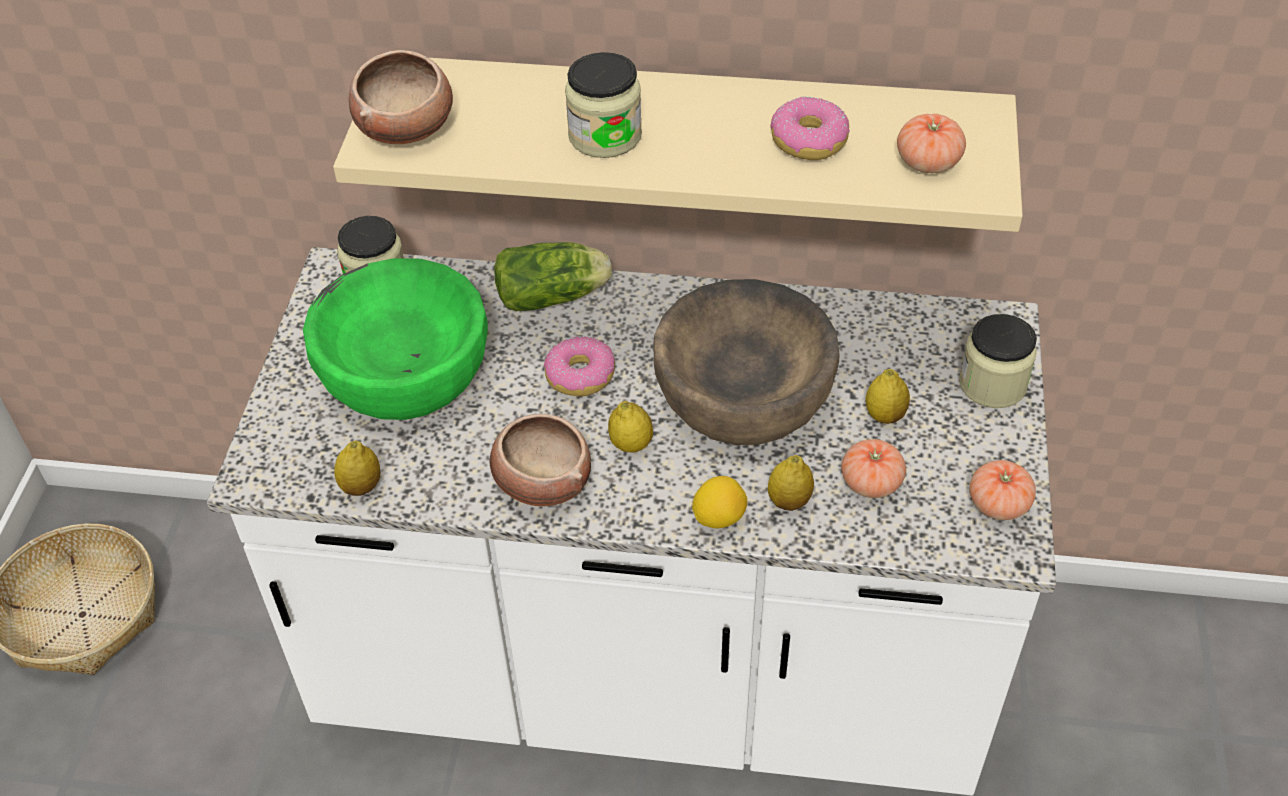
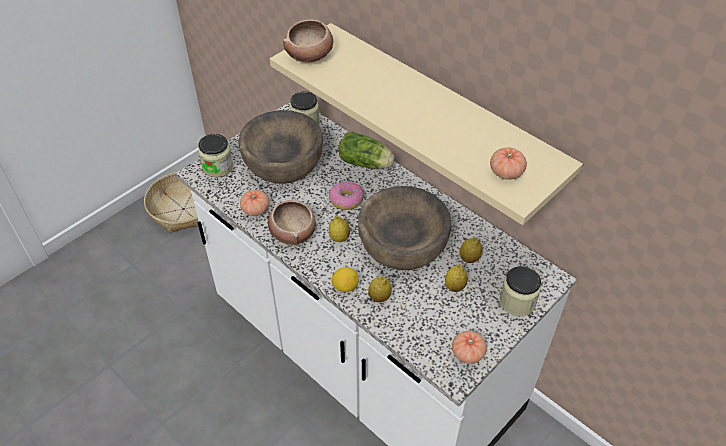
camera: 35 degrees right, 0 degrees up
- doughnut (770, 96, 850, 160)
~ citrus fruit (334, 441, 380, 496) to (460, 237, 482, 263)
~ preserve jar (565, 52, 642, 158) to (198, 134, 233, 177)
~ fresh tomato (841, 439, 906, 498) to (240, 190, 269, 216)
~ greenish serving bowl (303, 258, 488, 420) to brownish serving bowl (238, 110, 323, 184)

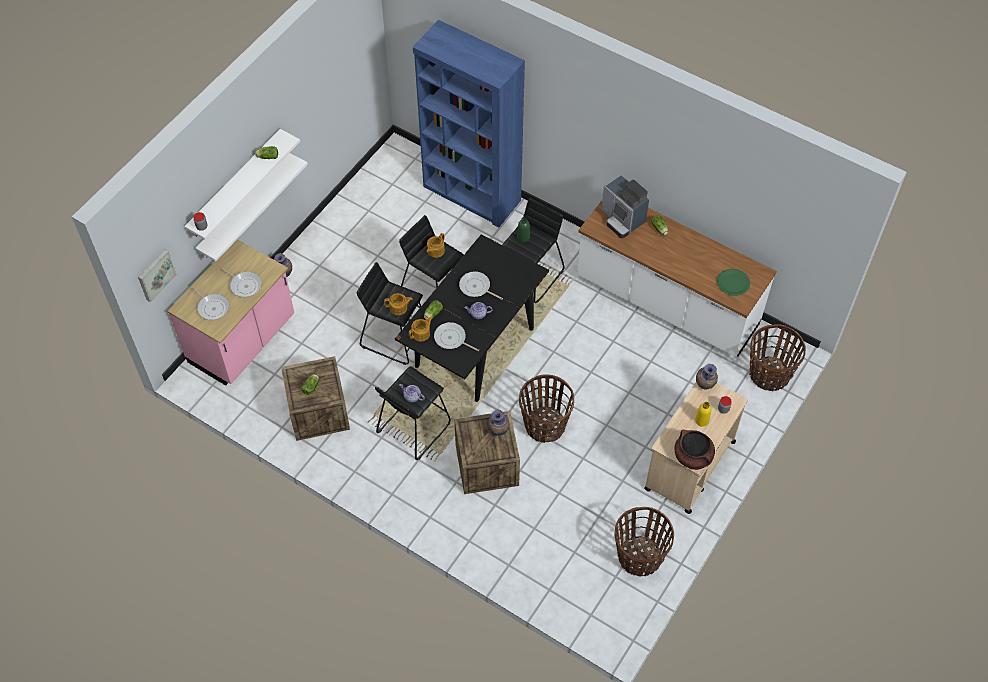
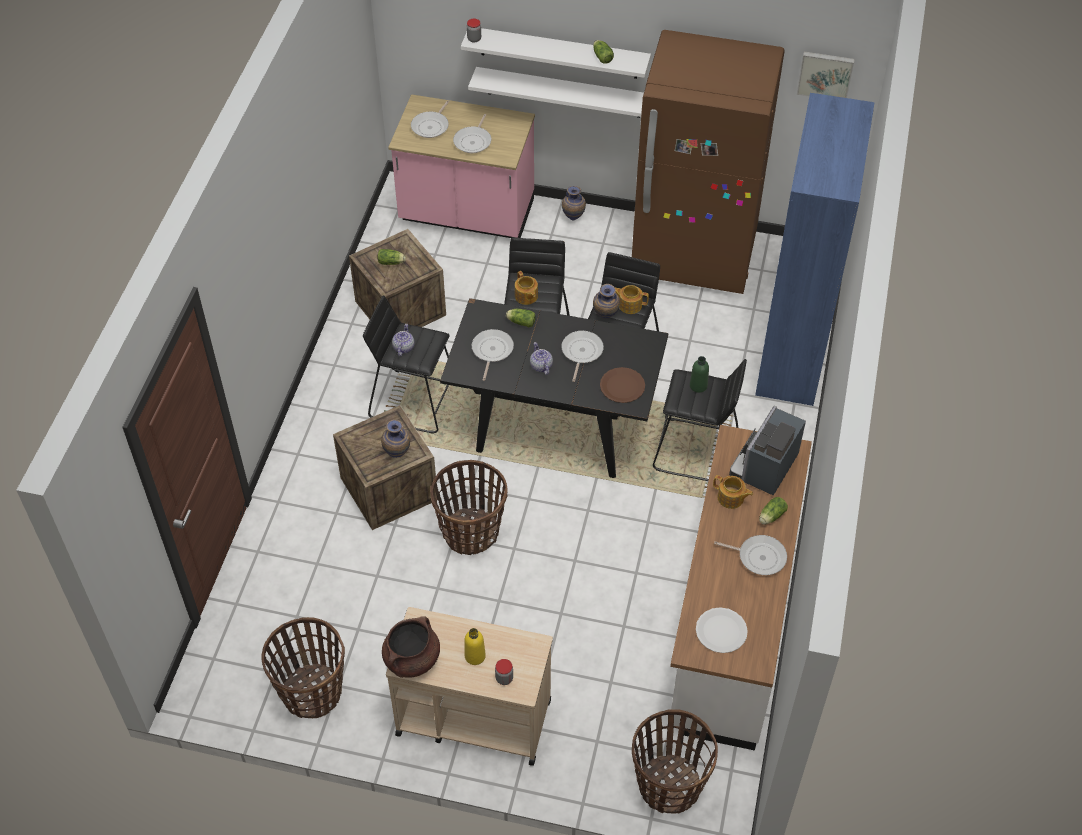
camera: 70 degrees right, 5 degrees down
+ brownish plate (600, 367, 645, 403)
+ brownish kitchen fridge (632, 30, 785, 294)
+ skillet (714, 535, 787, 575)
~ picture (138, 250, 177, 302) to (797, 52, 855, 98)
~ pot for tea (409, 317, 433, 342) to (713, 475, 753, 509)
~ decorative vase (696, 364, 718, 389) to (593, 284, 620, 318)
~ greenish plate (717, 269, 750, 296) to whitish plate (696, 607, 748, 653)

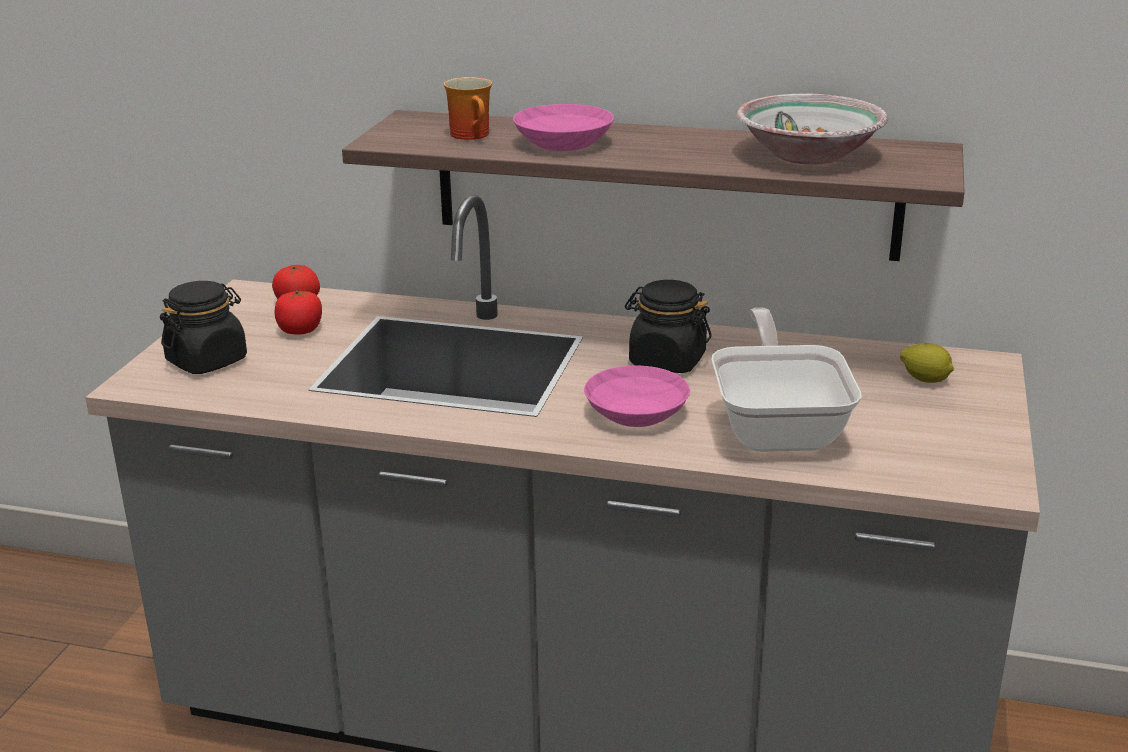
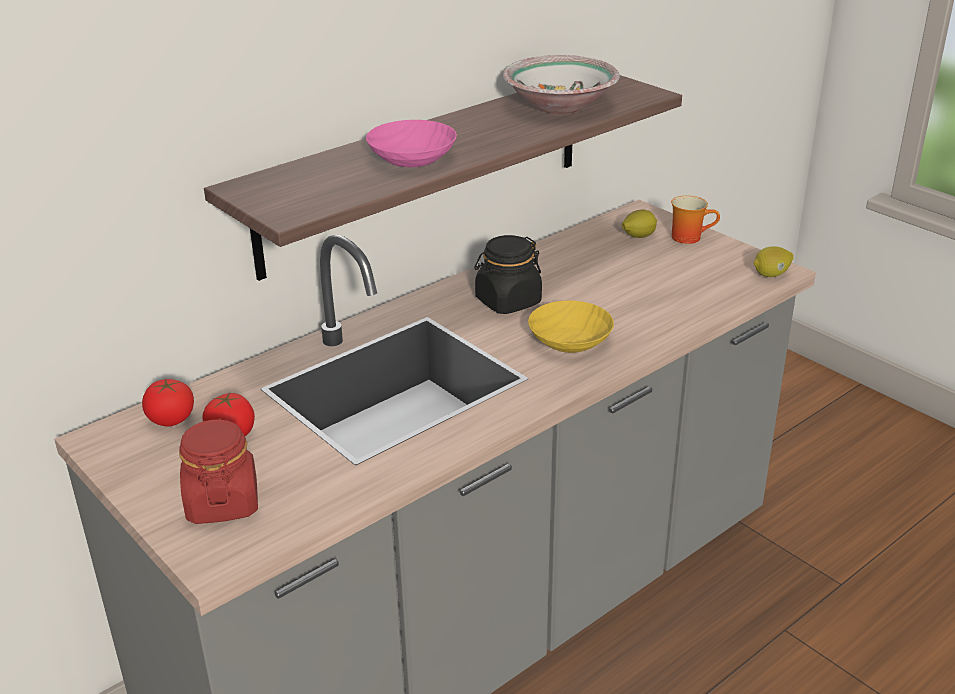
camera: 55 degrees left, 5 degrees up
- skillet (711, 307, 862, 452)
+ citrus fruit (754, 246, 794, 277)
~ mug (443, 77, 492, 140) to (671, 196, 720, 244)
~ black preserve jar (160, 281, 247, 374) to red-coloured preserve jar (179, 418, 258, 524)
~ pinkish serving bowl (584, 365, 690, 427) to yellow serving bowl (528, 301, 614, 353)

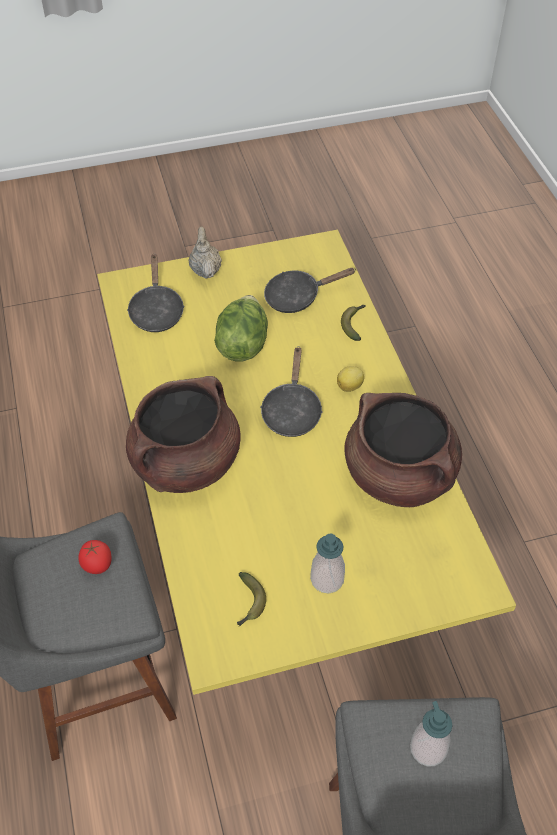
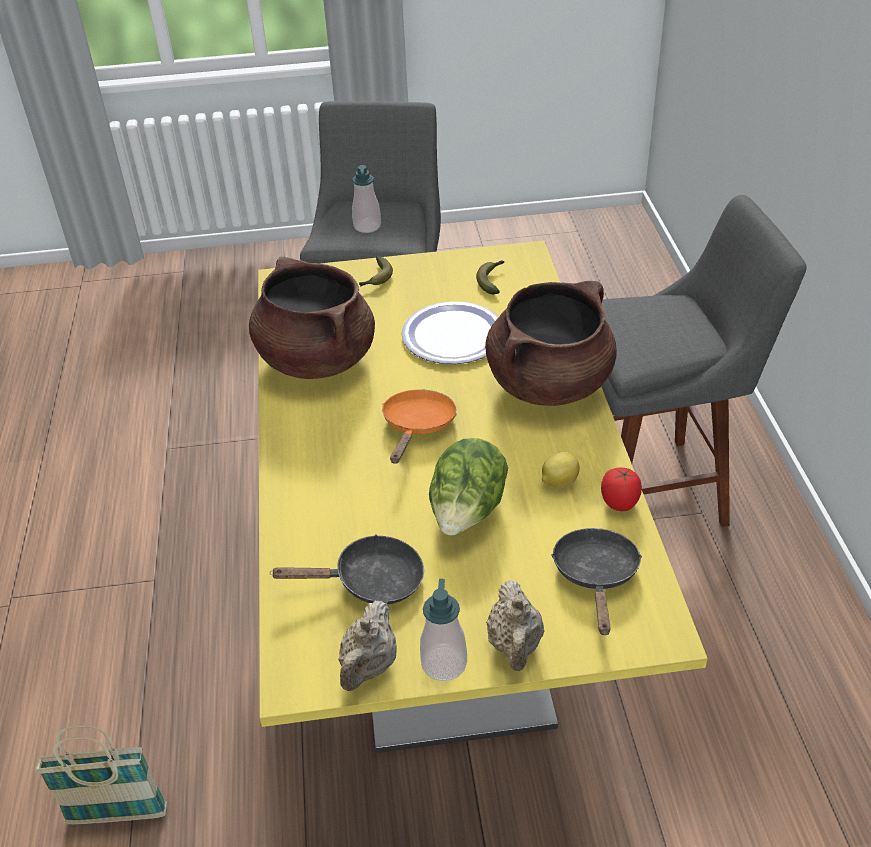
camera: 170 degrees left, 10 degrees down
+ household basket (35, 725, 167, 825)
+ beige pot for tea (338, 601, 397, 691)
+ plate (401, 301, 499, 364)
~ fresh tomato (78, 540, 112, 574) to (601, 468, 642, 511)
~ soap dispenser (310, 533, 345, 593) to (420, 579, 467, 681)
~ citrus fruit (337, 366, 364, 392) to (542, 452, 580, 488)
~ banana fruit (341, 305, 366, 341) to (359, 257, 393, 286)
~ black skillet (260, 346, 323, 437) to orangey skillet (382, 389, 457, 464)

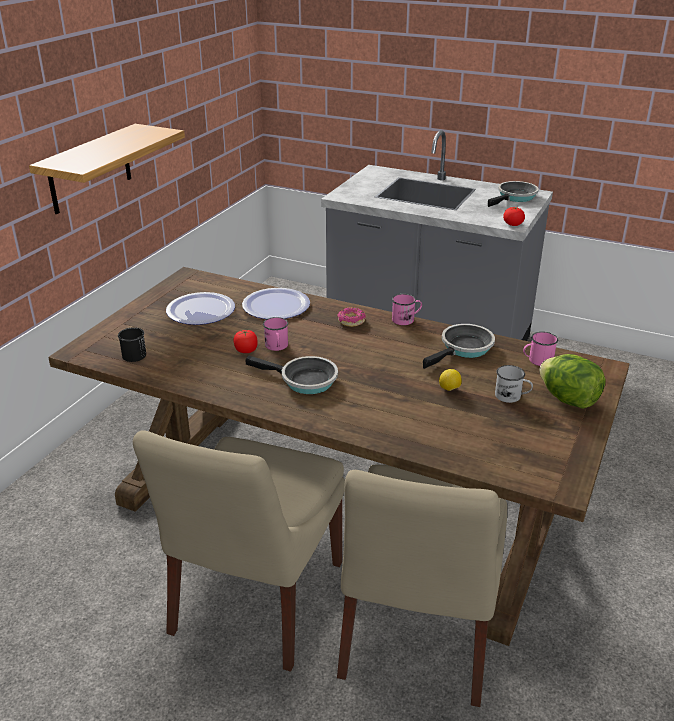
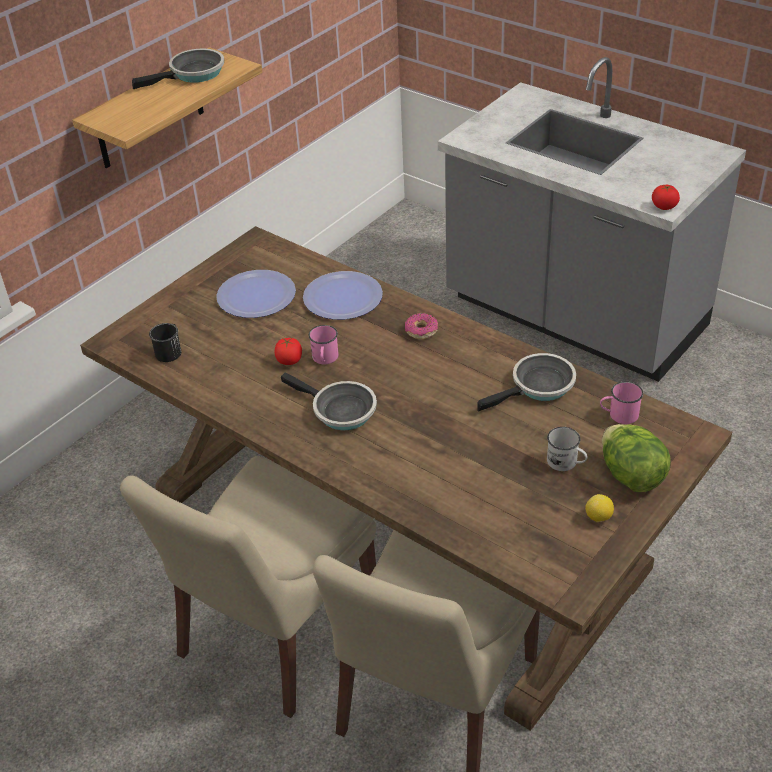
camera: 15 degrees right, 10 degrees up
- pinkish mug (392, 294, 422, 325)
~ citrus fruit (439, 369, 462, 391) to (585, 494, 614, 522)
~ skillet (488, 181, 539, 207) to (132, 49, 224, 89)

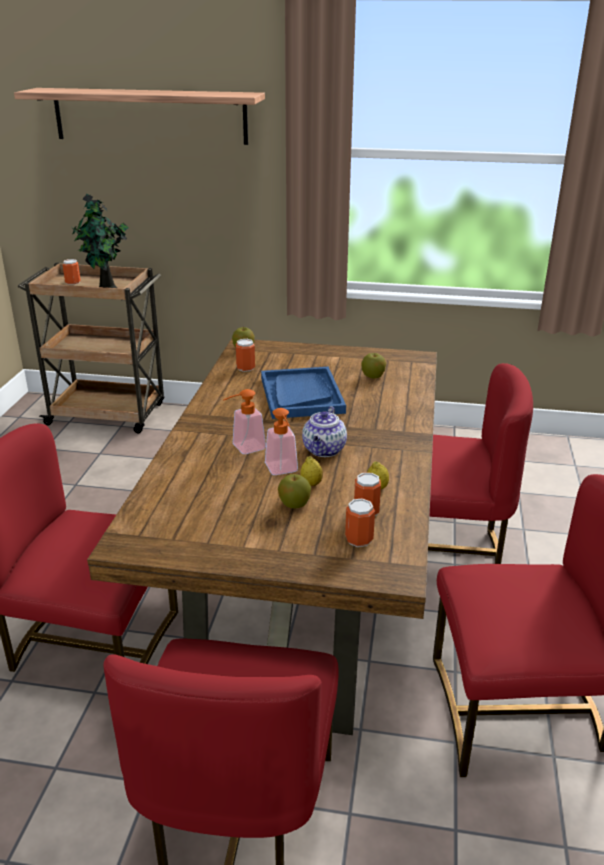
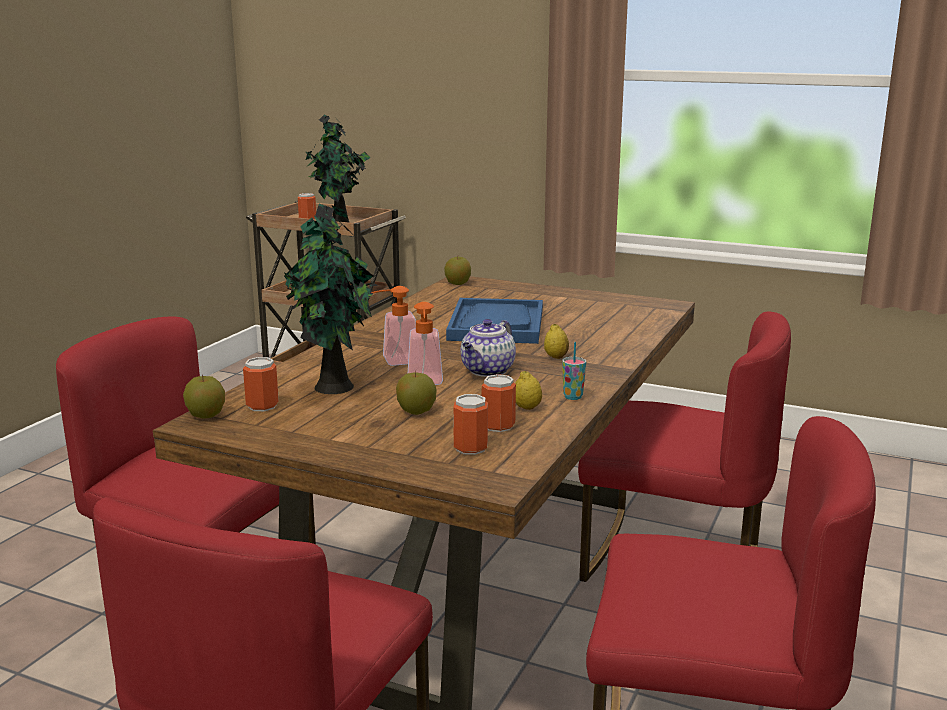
camera: 15 degrees right, 10 degrees down
- shelf (14, 88, 265, 145)
+ houseplant (284, 204, 377, 394)
+ cup (562, 342, 586, 400)
~ can (236, 339, 255, 372) to (243, 357, 279, 411)
~ citrus fruit (301, 456, 323, 486) to (544, 324, 569, 359)
~ apple (362, 352, 386, 379) to (183, 374, 225, 419)

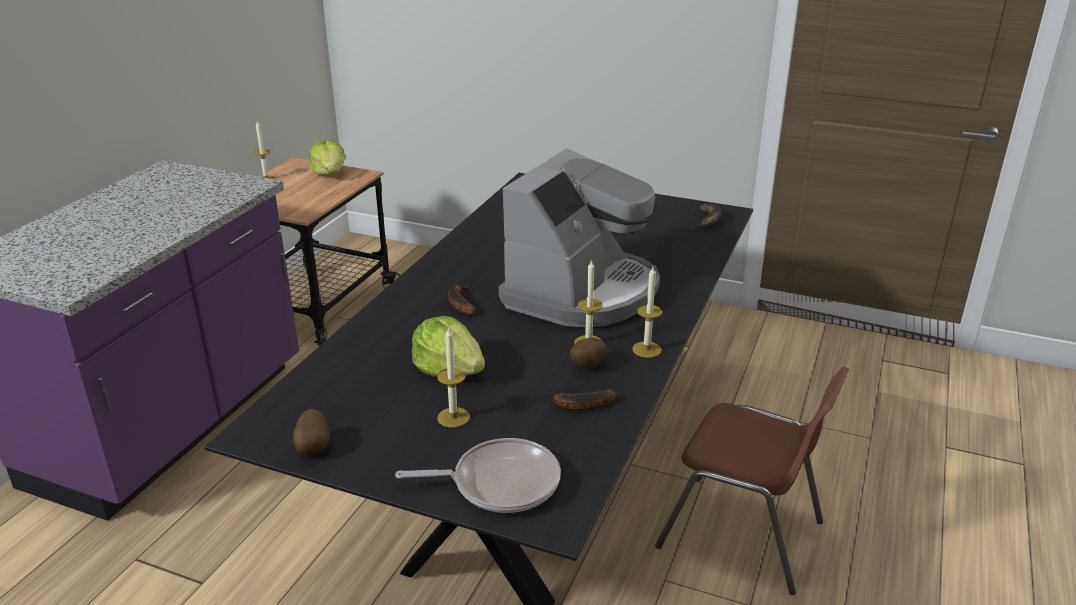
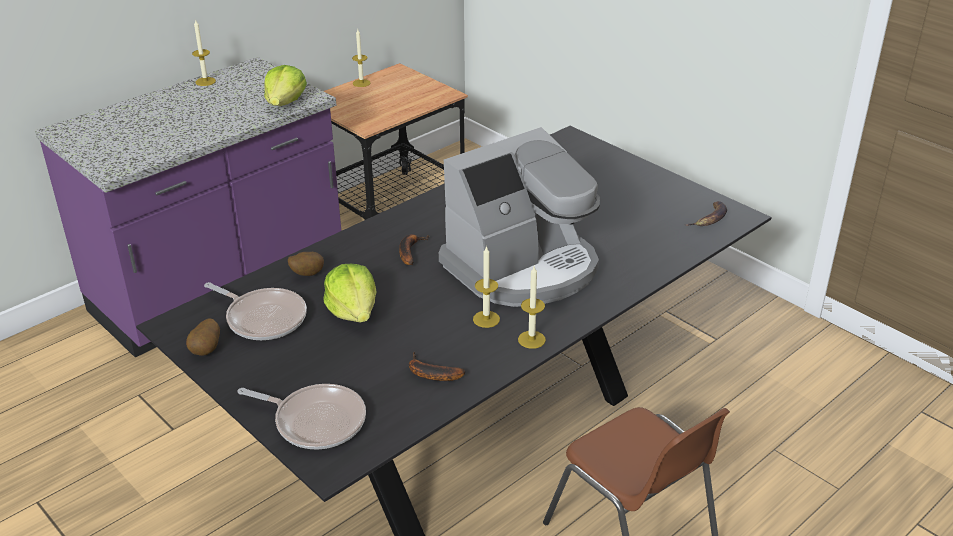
camera: 25 degrees right, 5 degrees up
+ skillet (204, 282, 307, 340)
~ lettuce (309, 140, 346, 175) to (264, 65, 307, 106)
~ wax candle (437, 327, 470, 428) to (192, 19, 216, 86)
~ potato (570, 338, 606, 367) to (288, 252, 324, 276)

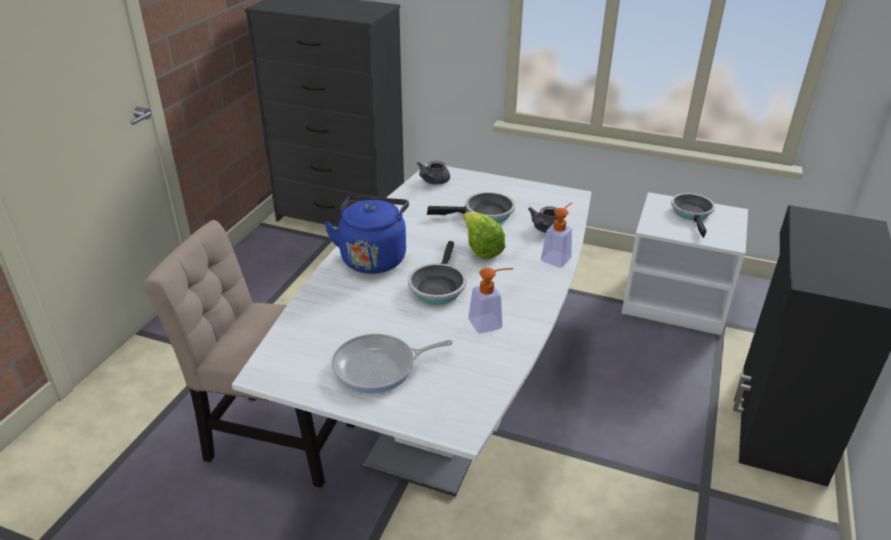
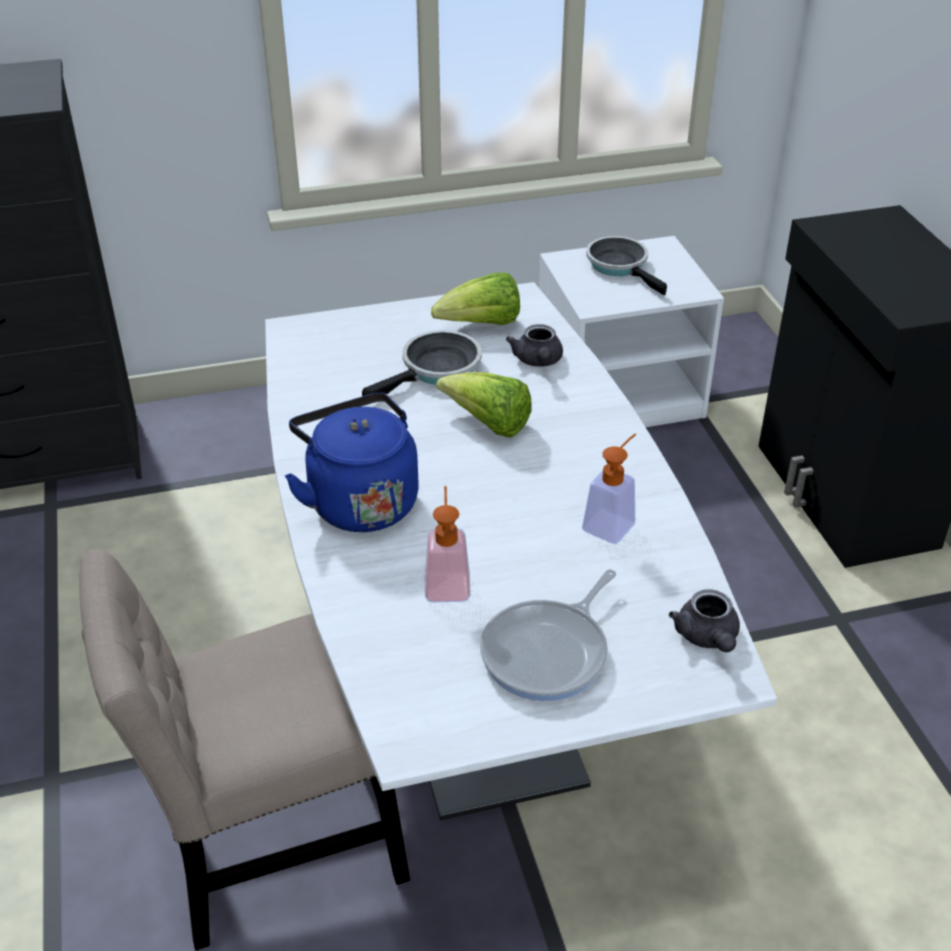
camera: 35 degrees left, 5 degrees up
- skillet (408, 241, 466, 304)
+ lettuce (431, 273, 520, 325)
~ grey pot for tea (417, 161, 450, 185) to (669, 589, 740, 653)
~ soap dispenser (541, 203, 572, 268) to (425, 486, 471, 603)

